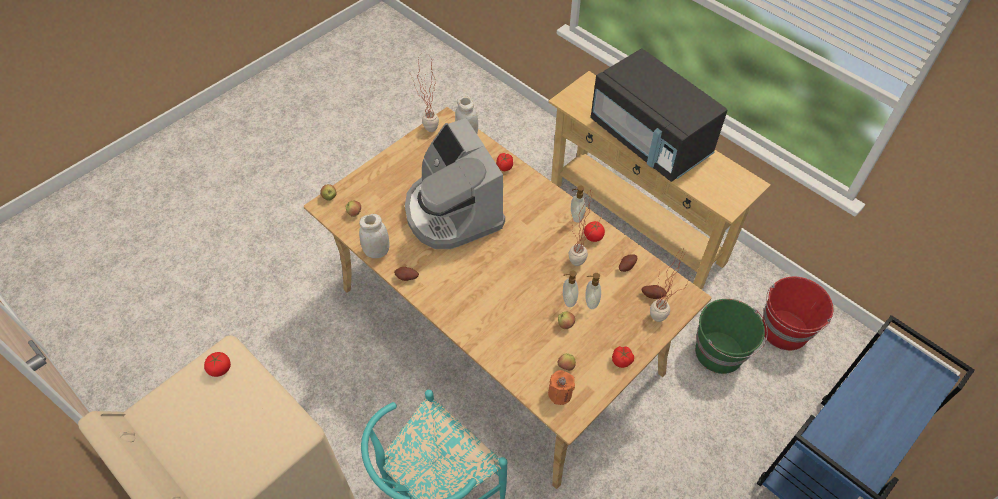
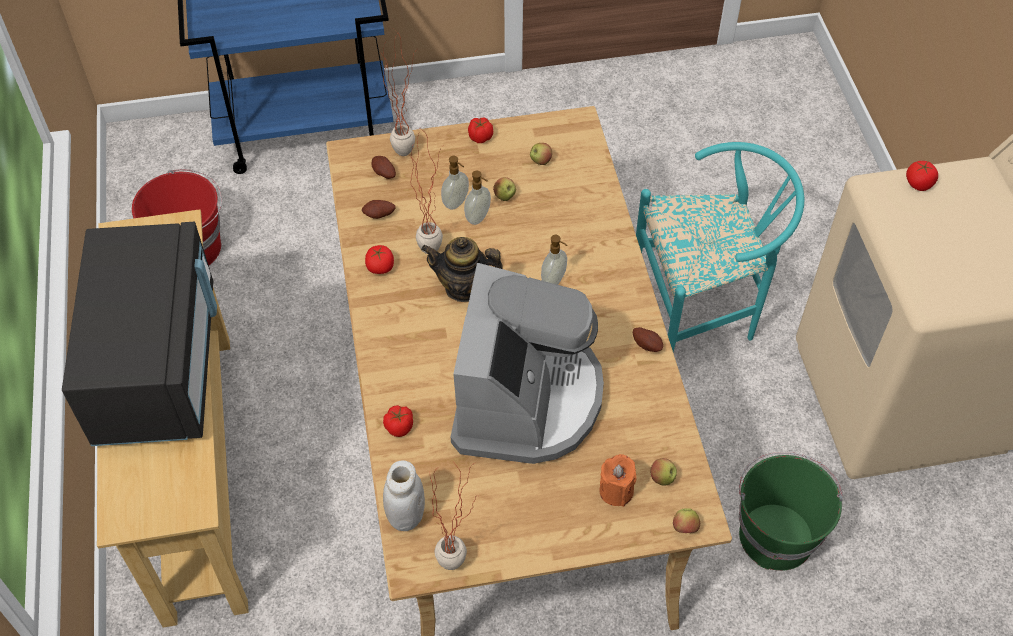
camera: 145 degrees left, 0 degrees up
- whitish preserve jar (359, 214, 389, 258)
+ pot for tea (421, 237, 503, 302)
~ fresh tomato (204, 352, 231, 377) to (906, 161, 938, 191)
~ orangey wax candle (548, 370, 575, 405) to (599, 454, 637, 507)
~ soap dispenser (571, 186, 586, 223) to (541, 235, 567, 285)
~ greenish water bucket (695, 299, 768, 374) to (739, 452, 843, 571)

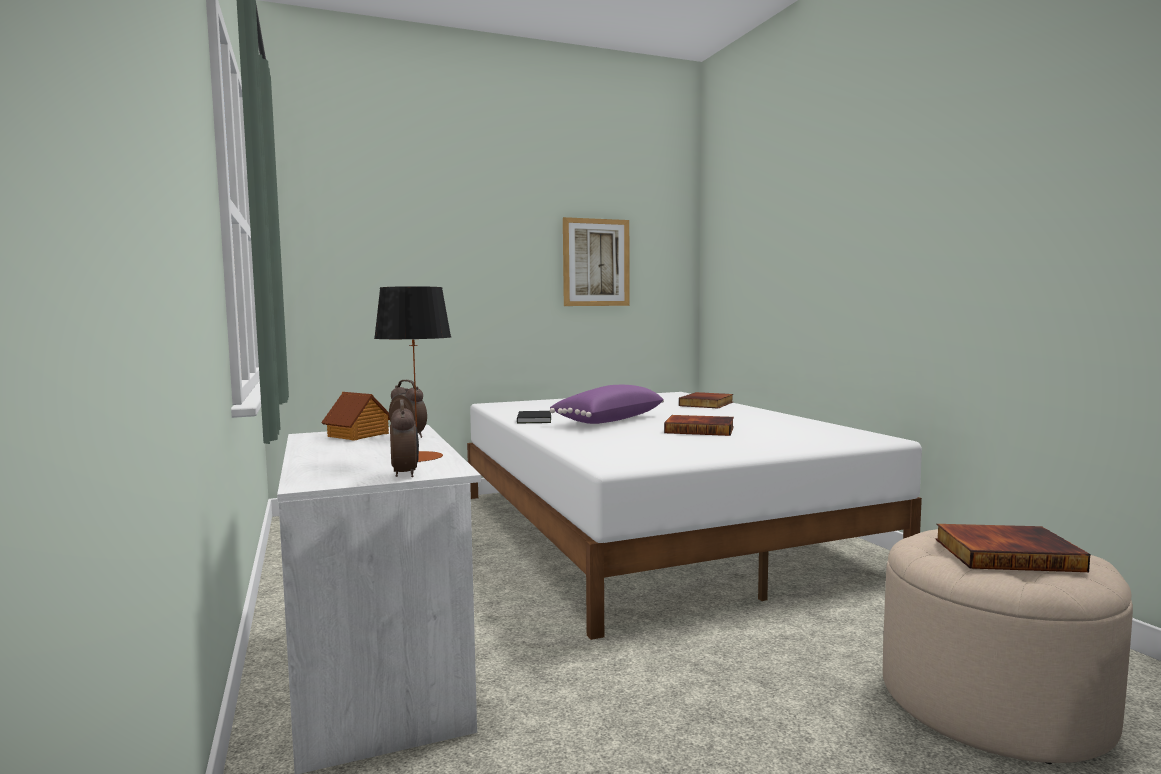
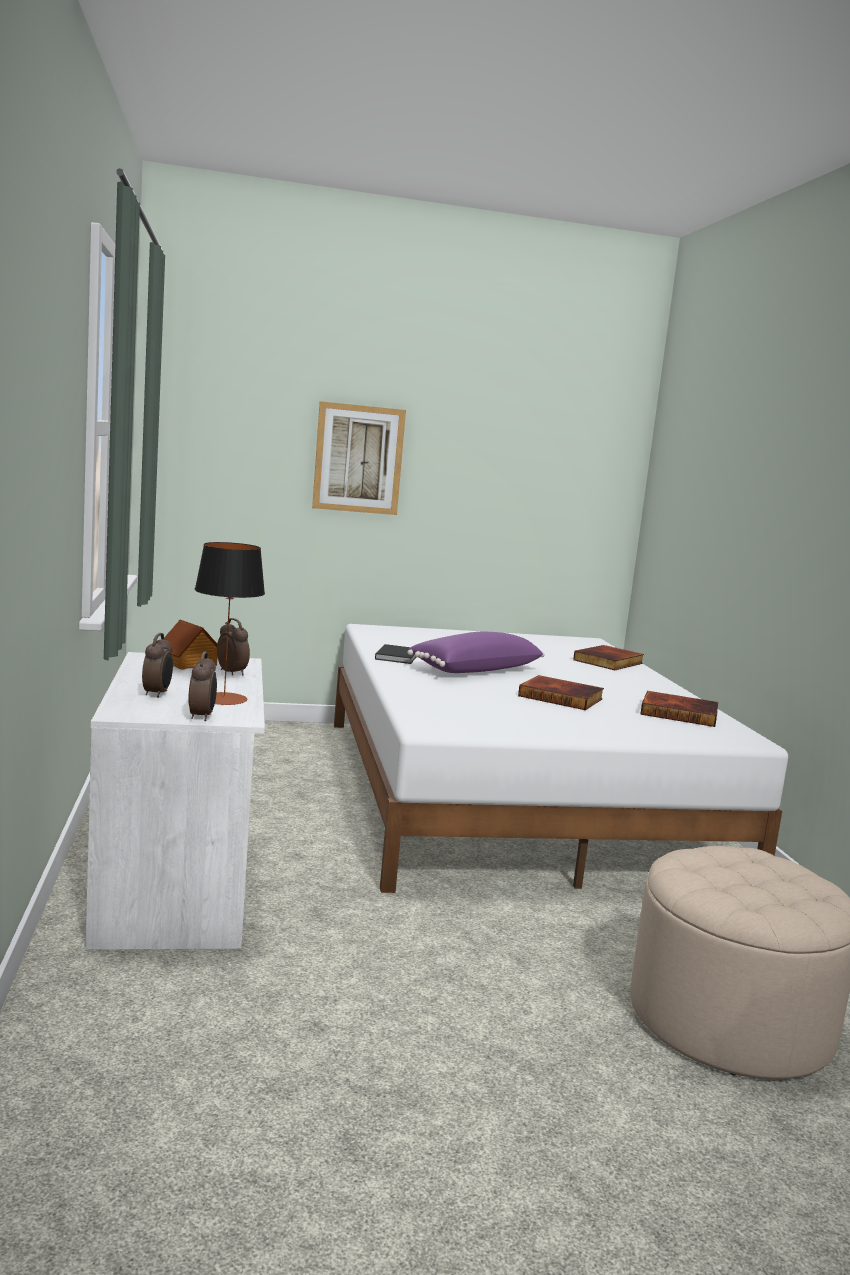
camera: 10 degrees right, 5 degrees up
+ bedside clock (142, 633, 173, 698)
~ picture (563, 217, 629, 306) to (312, 401, 406, 515)
~ book (935, 524, 1090, 572) to (640, 691, 718, 727)

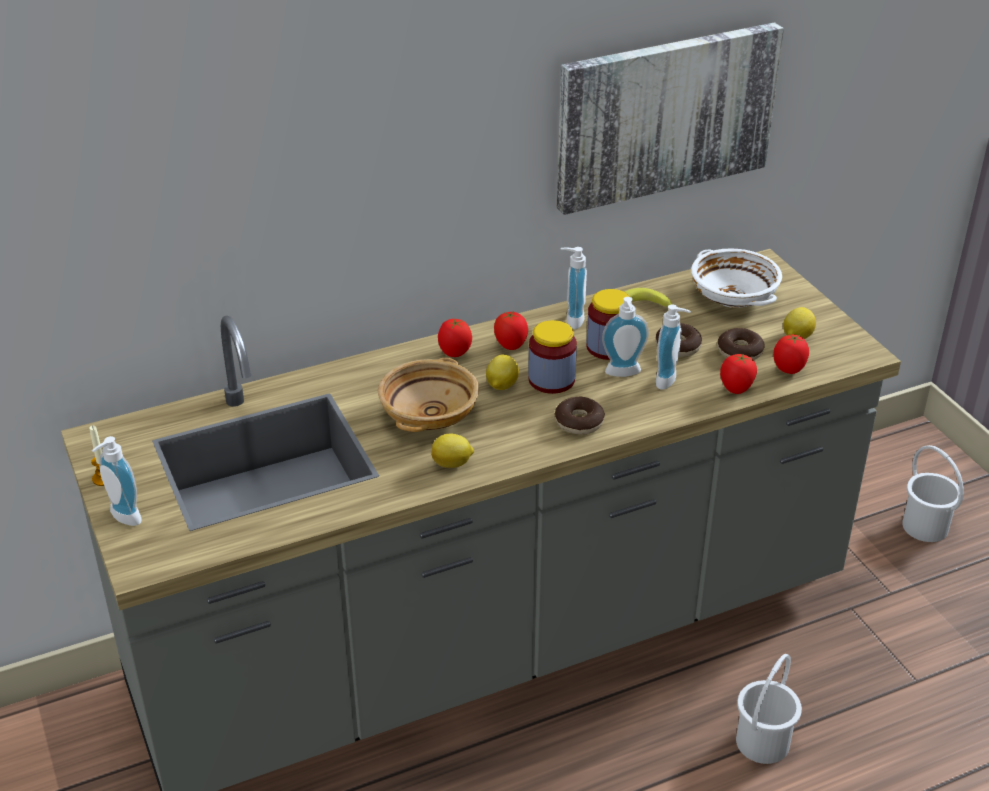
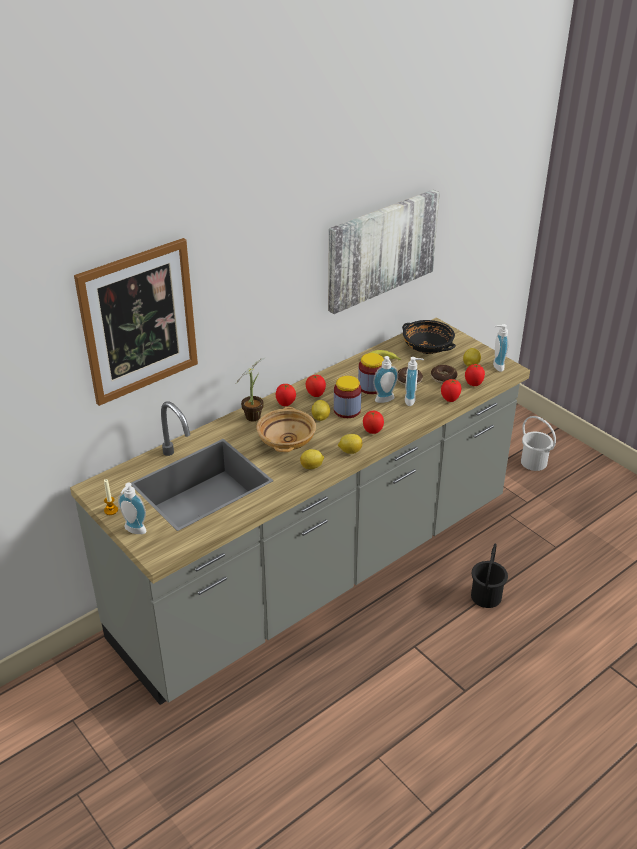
camera: 15 degrees left, 0 degrees up
+ picture (74, 238, 198, 406)
+ houseplant (235, 357, 266, 422)
+ citrus fruit (338, 434, 362, 454)
~ soap dispenser (561, 247, 587, 329) to (493, 324, 508, 372)
~ doughnut (555, 397, 605, 434) to fresh tomato (363, 411, 384, 434)
~ whitish serving bowl (691, 248, 782, 308) to black serving bowl (402, 320, 456, 354)
~ whitish water bucket (736, 654, 802, 764) to black water bucket (471, 544, 508, 608)

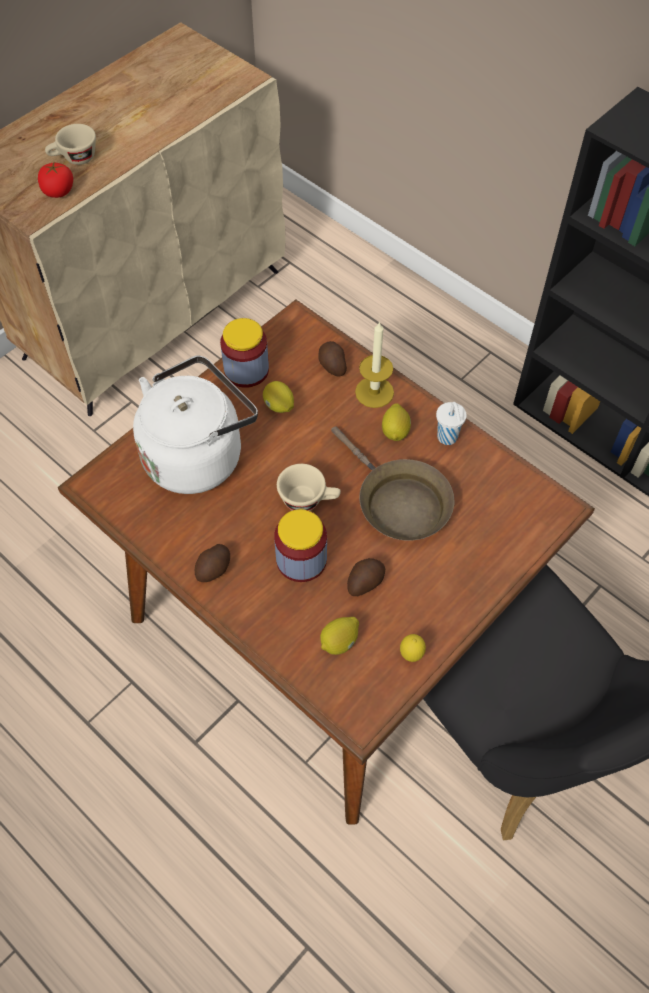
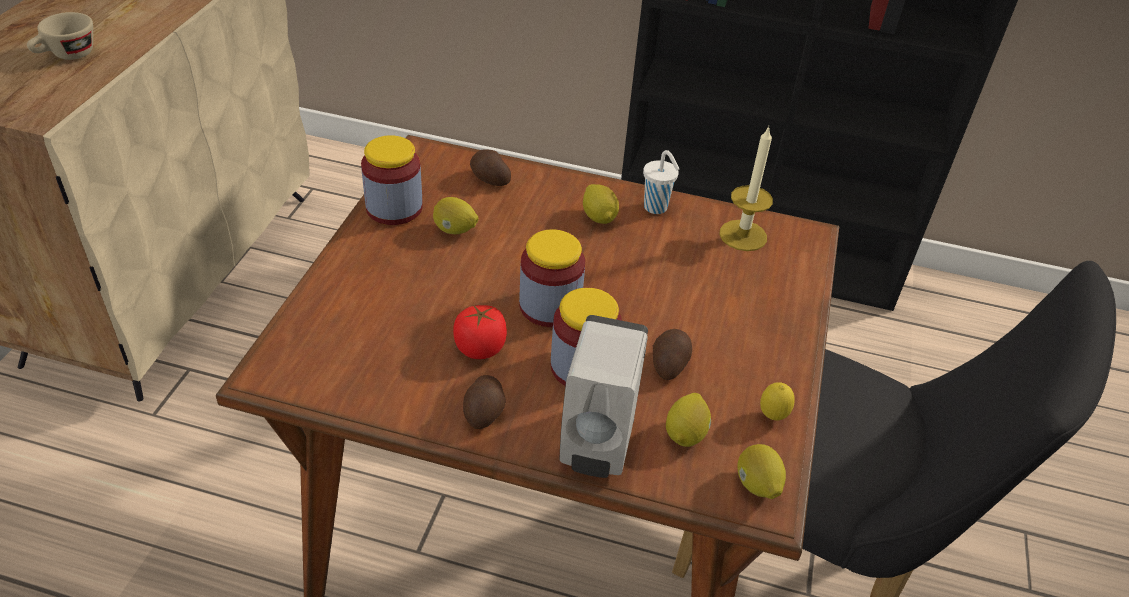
camera: 30 degrees left, 15 degrees down
- whitish water kettle (133, 355, 258, 494)
- brownish skillet (331, 426, 454, 541)
+ whitish soap dispenser (559, 315, 648, 478)
+ citrus fruit (738, 444, 786, 499)
~ fresh tomato (38, 163, 73, 198) to (453, 305, 507, 359)
~ wax candle (355, 321, 394, 408) to (719, 127, 773, 251)
~ beige cup (277, 464, 341, 511) to preserve jar (519, 229, 585, 327)

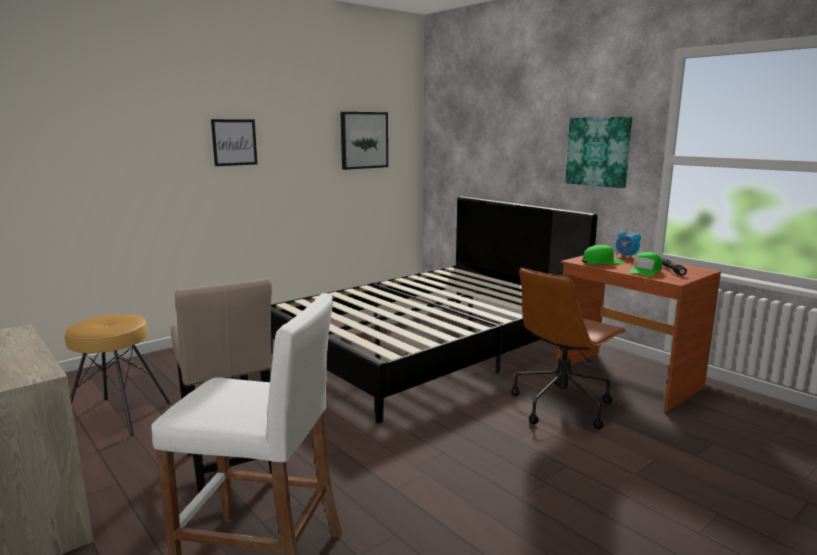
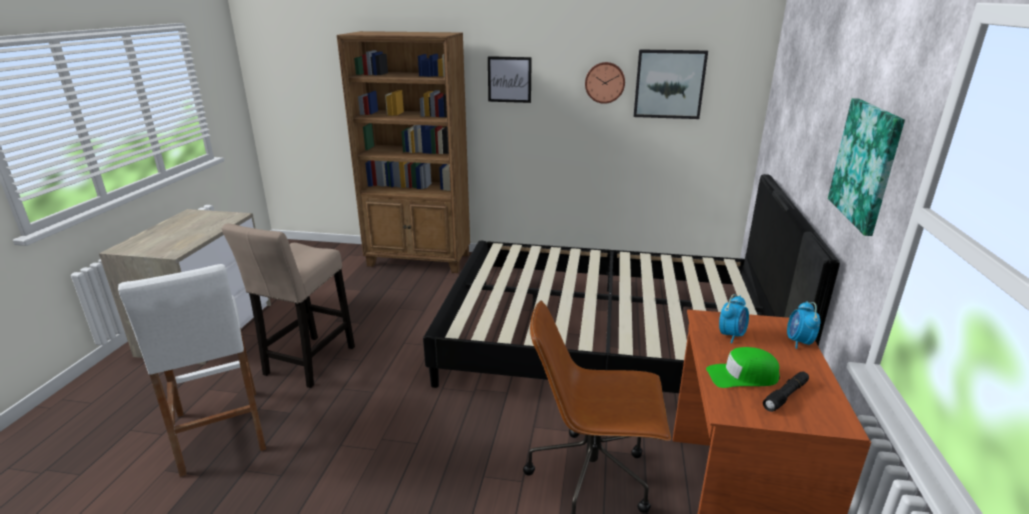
camera: 50 degrees right, 10 degrees up
- brownish stool (64, 314, 171, 437)
+ brownish bookcase (337, 31, 470, 273)
+ clock on the wall (585, 62, 625, 104)
~ greenish cap (582, 245, 625, 264) to bedside clock (719, 294, 749, 343)

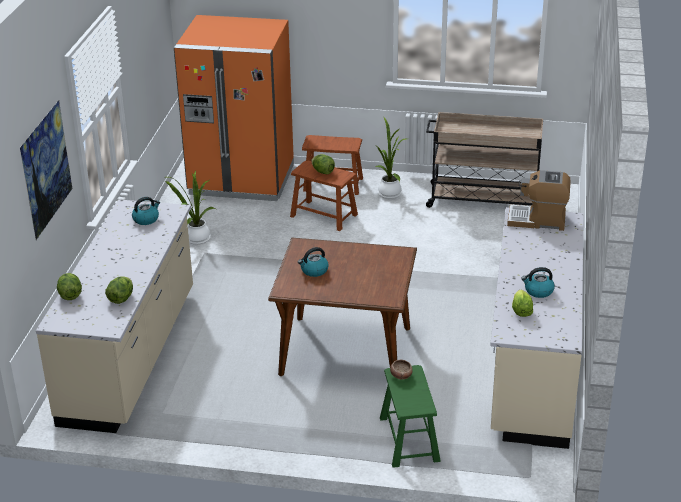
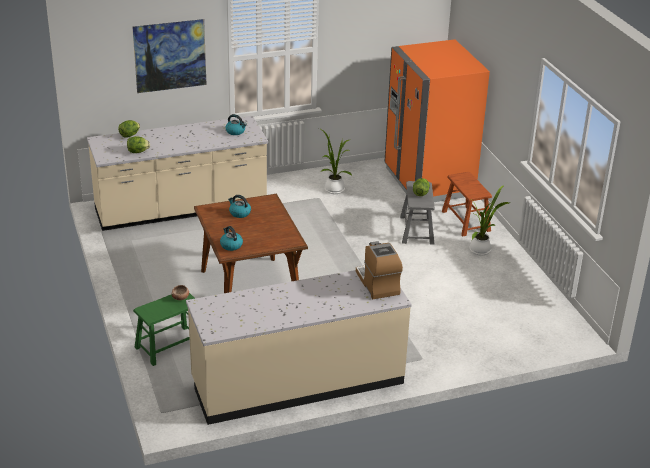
camera: 60 degrees right, 0 degrees up
- beige cart (426, 112, 543, 208)
- lettuce (512, 290, 533, 317)
~ water kettle (521, 267, 555, 298) to (220, 226, 243, 251)
~ brownish stool (290, 161, 358, 231) to grey stool (400, 181, 435, 245)

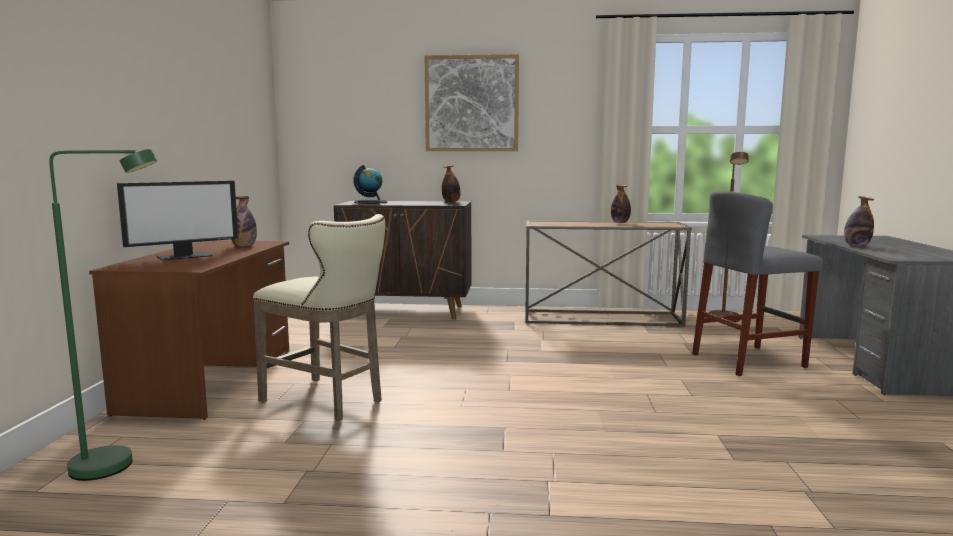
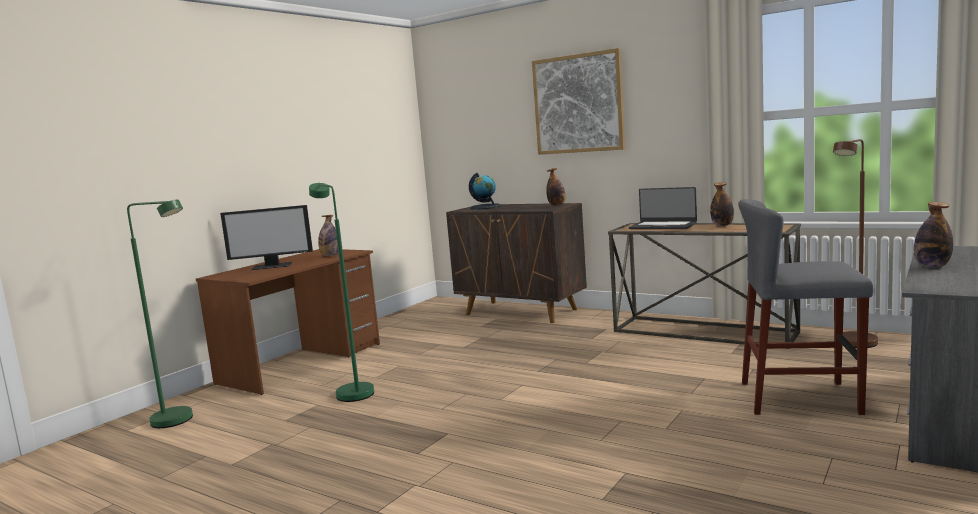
camera: 30 degrees right, 0 degrees up
+ notebook computer (629, 187, 697, 229)
~ beige stool (253, 214, 385, 421) to greenish floor lamp (309, 183, 374, 402)

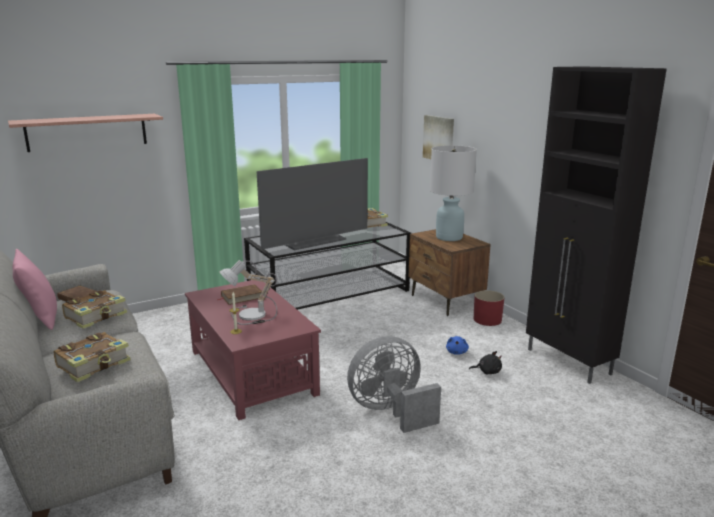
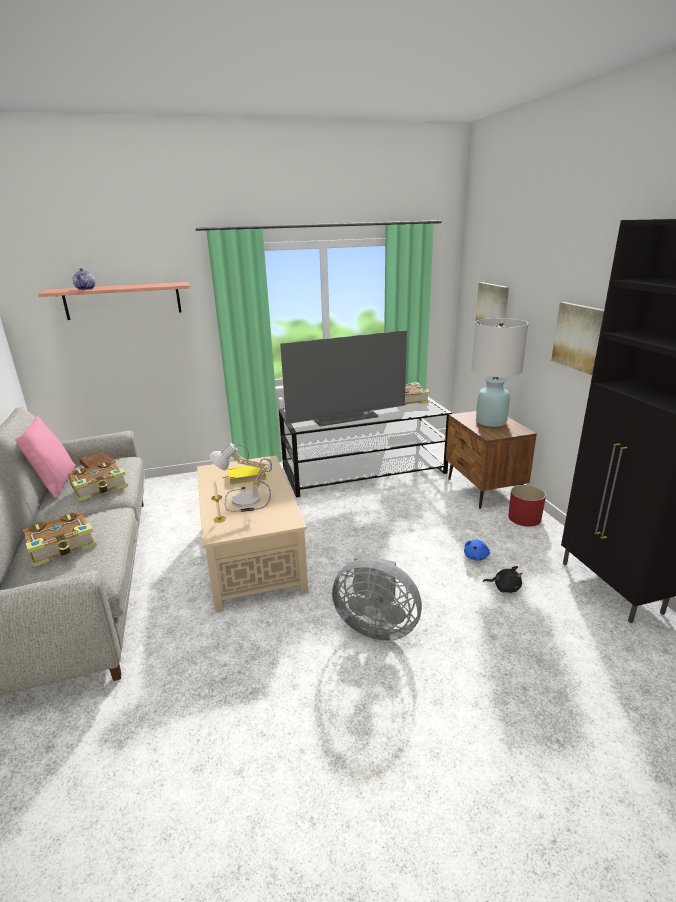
camera: 15 degrees right, 5 degrees up
+ pot for tea (73, 268, 96, 290)
+ picture (551, 302, 604, 375)
~ red-coloured lounge table (185, 280, 321, 420) to beige lounge table (197, 456, 308, 612)
~ brownish book (217, 284, 263, 305) to yellow book (222, 465, 267, 485)
~ grey cooling fan (347, 336, 441, 433) = (332, 554, 422, 641) 150 degrees counterclockwise

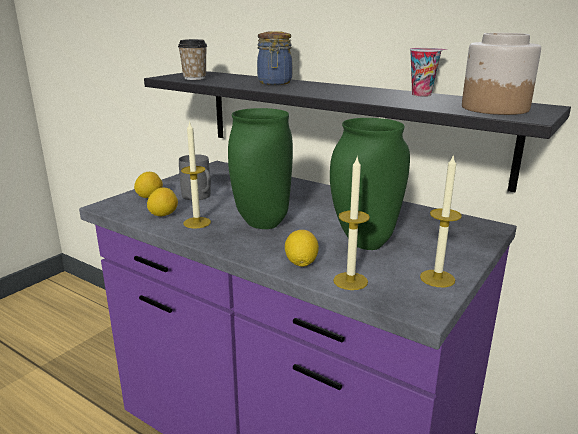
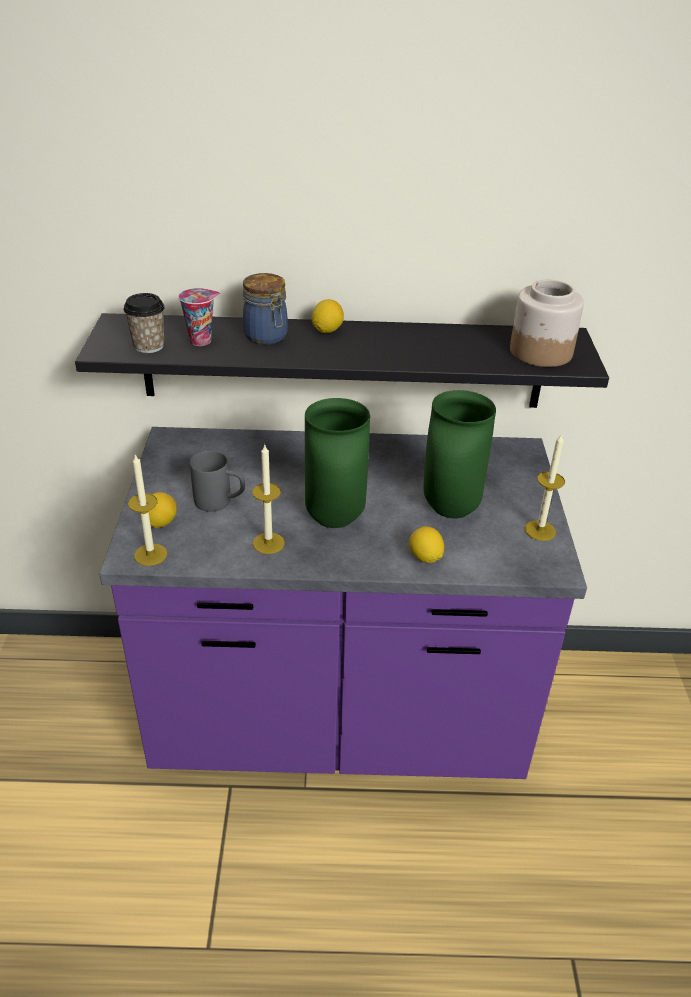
camera: 35 degrees left, 15 degrees up
~ citrus fruit (147, 188, 178, 216) to (311, 299, 344, 333)
~ wax candle (333, 158, 370, 290) to (128, 454, 167, 566)
~ cup (410, 48, 447, 97) to (179, 288, 220, 346)

